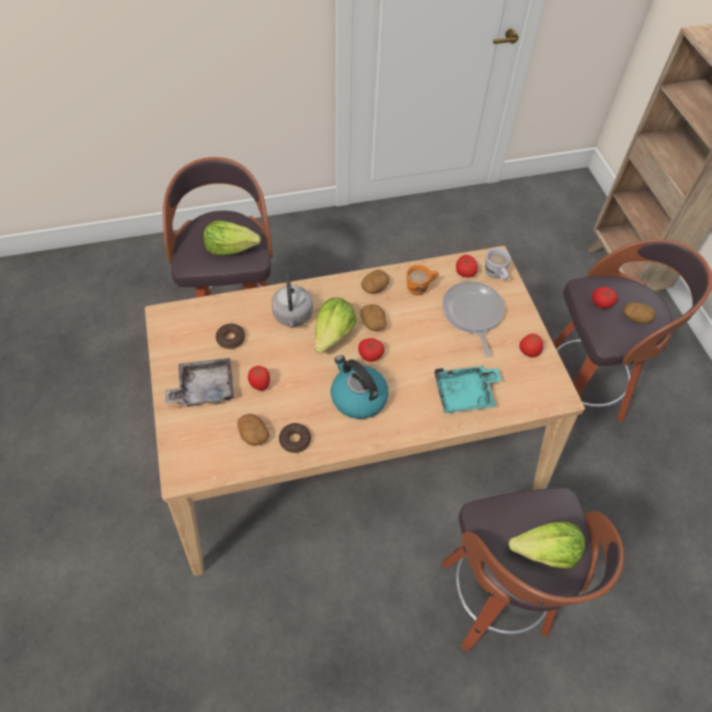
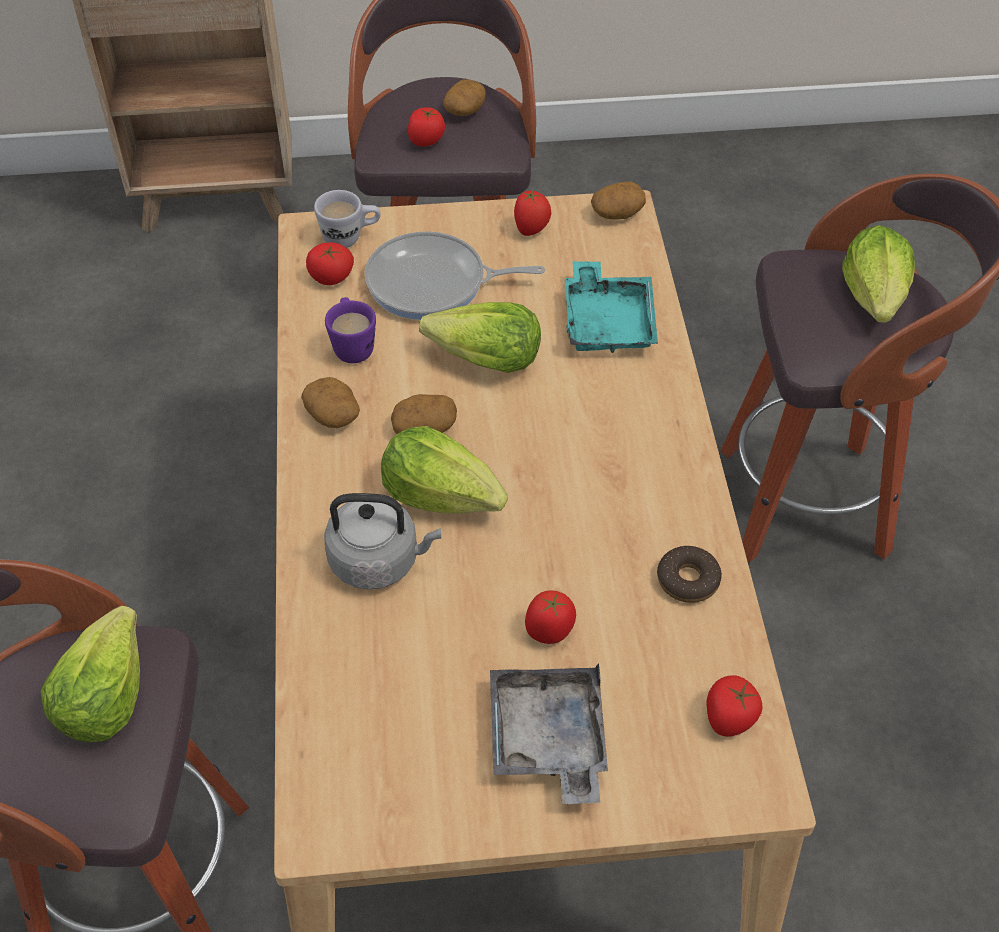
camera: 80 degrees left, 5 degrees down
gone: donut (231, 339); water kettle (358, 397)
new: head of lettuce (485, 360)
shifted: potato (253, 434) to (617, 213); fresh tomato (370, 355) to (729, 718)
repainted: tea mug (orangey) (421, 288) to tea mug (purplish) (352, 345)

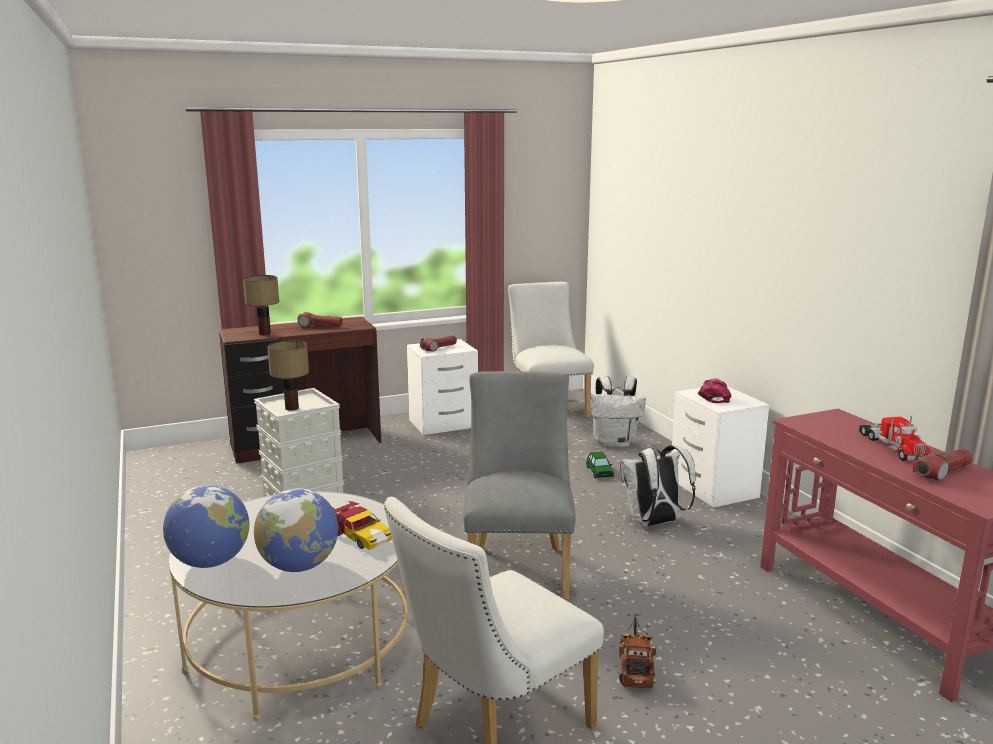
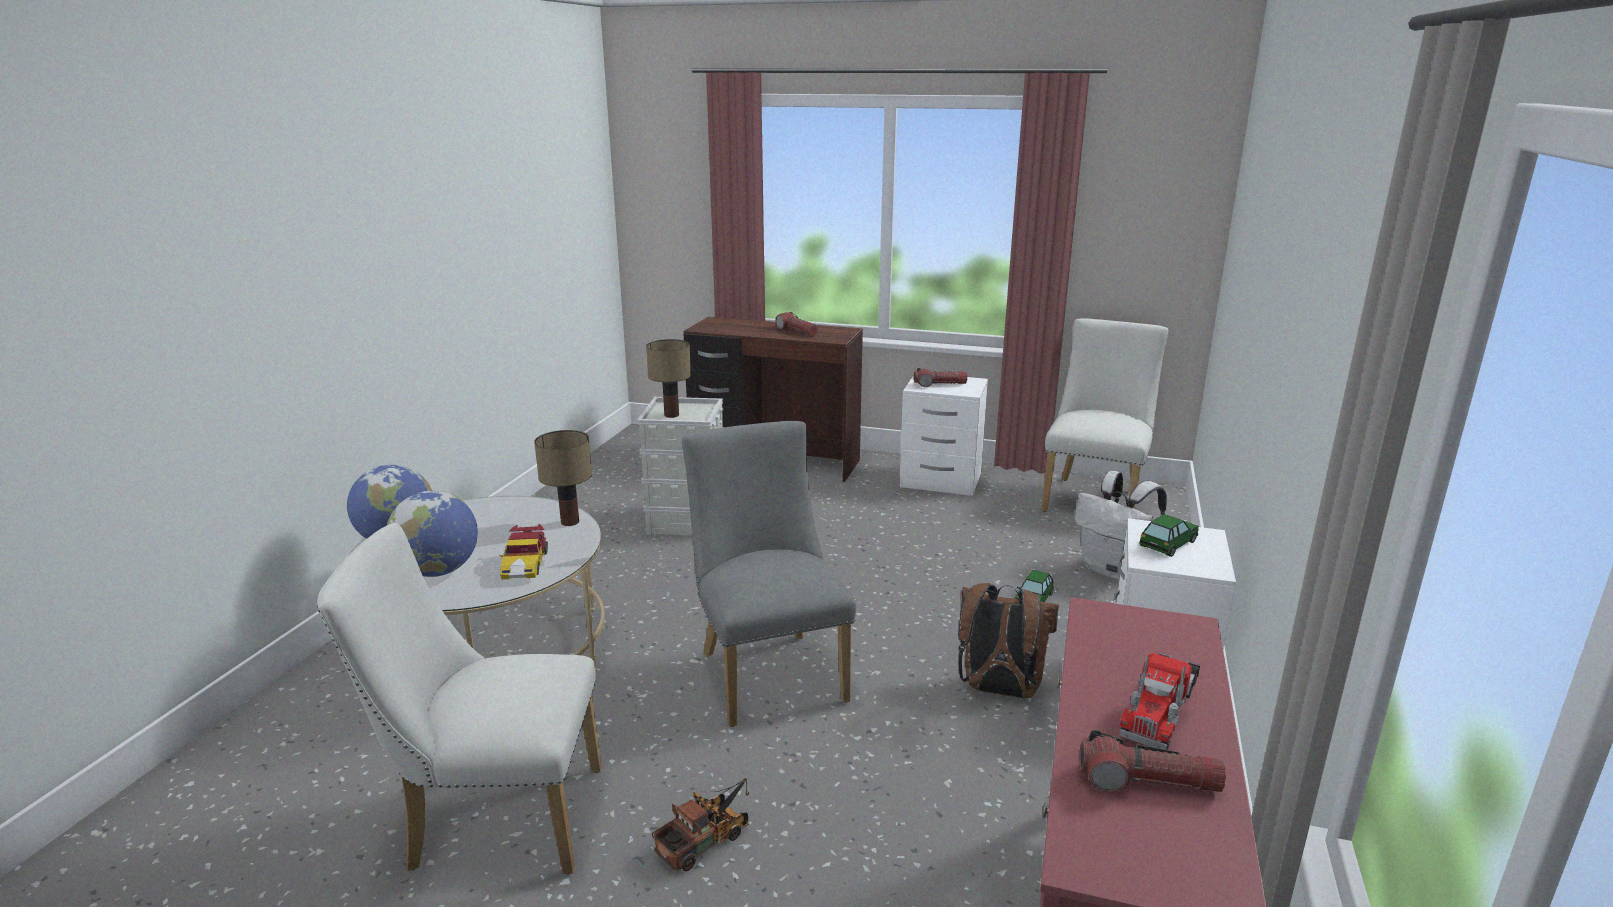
camera: 40 degrees right, 5 degrees up
shifted: lamp for a table (265, 334) to (570, 522)
swapped: cap (pink) (714, 397) to model car (1168, 543)
repainted: knapsack (whitish) (654, 523) to knapsack (brown-coloured) (998, 690)
rotated: upright chair (greyish) (518, 567) = (768, 670) 60 degrees counterclockwise

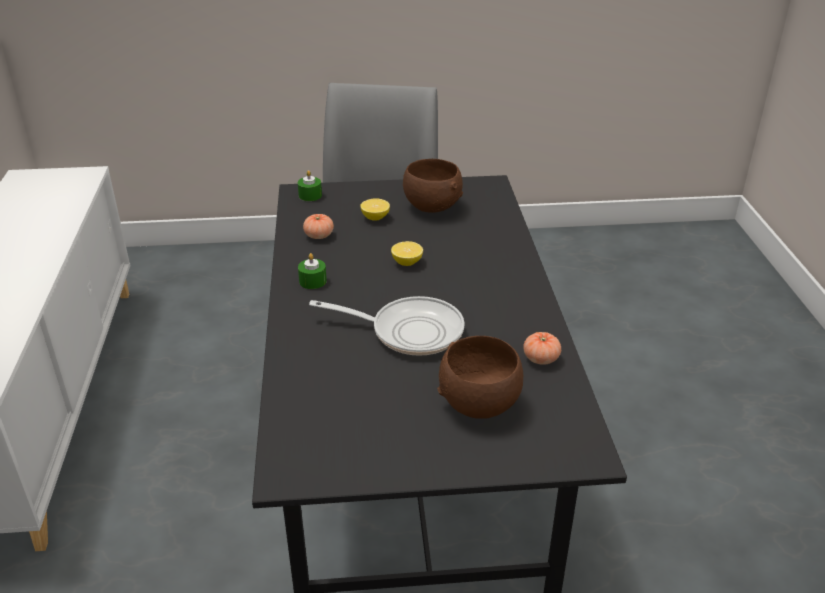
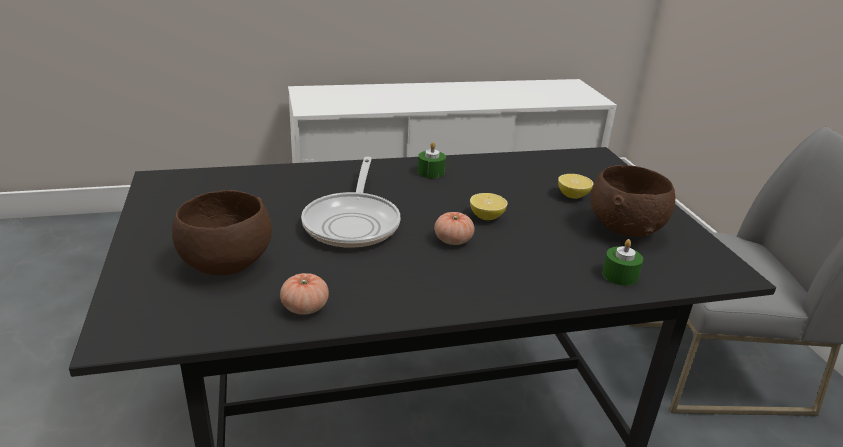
camera: 80 degrees right, 5 degrees down
shifted: wax candle (green-coloured) (310, 195) to (620, 275); fresh tomato (319, 235) to (453, 240)

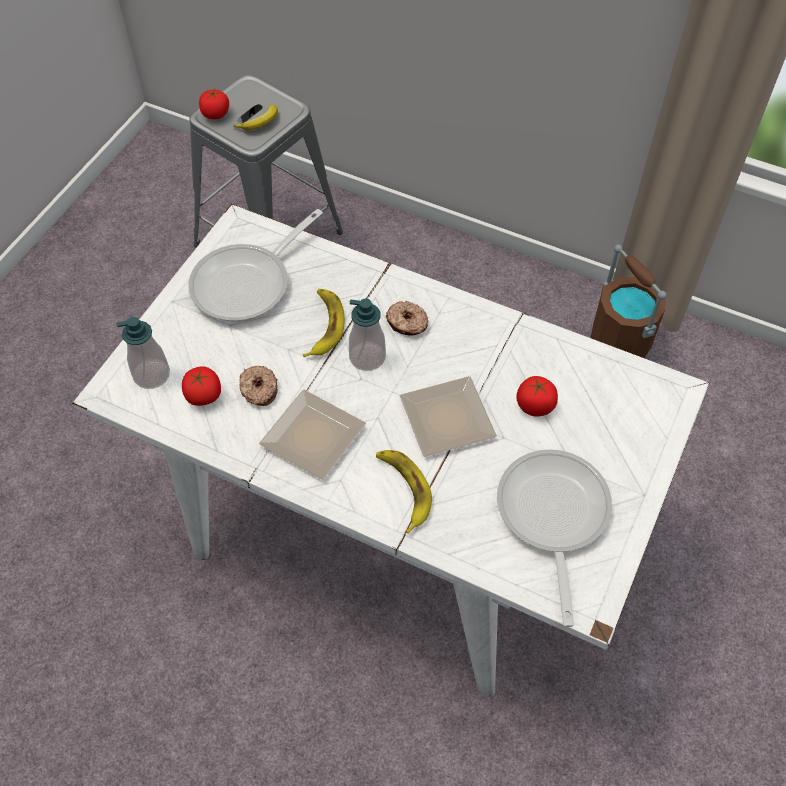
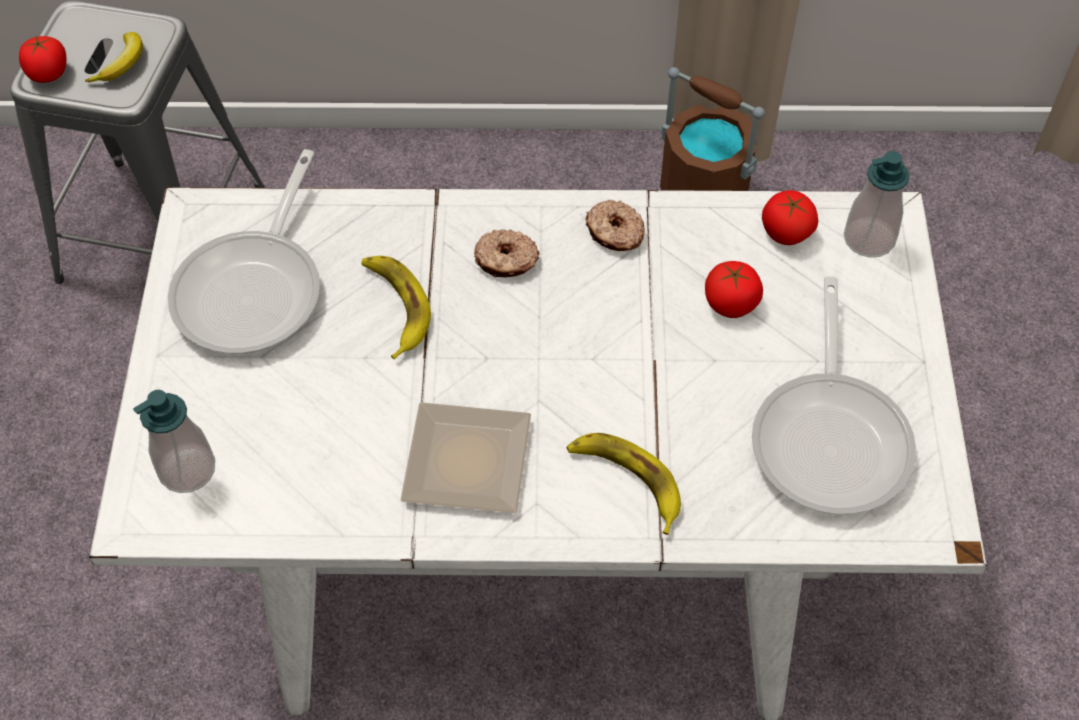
camera: 25 degrees left, 0 degrees up
gone: flat dish (450, 421)
shifted: fresh tomato (203, 395) to (786, 232); donut (258, 390) to (615, 233); liquid soap bottle (367, 357) to (869, 239)
rotated: frying pan (552, 517) = (831, 436) 150 degrees counterclockwise

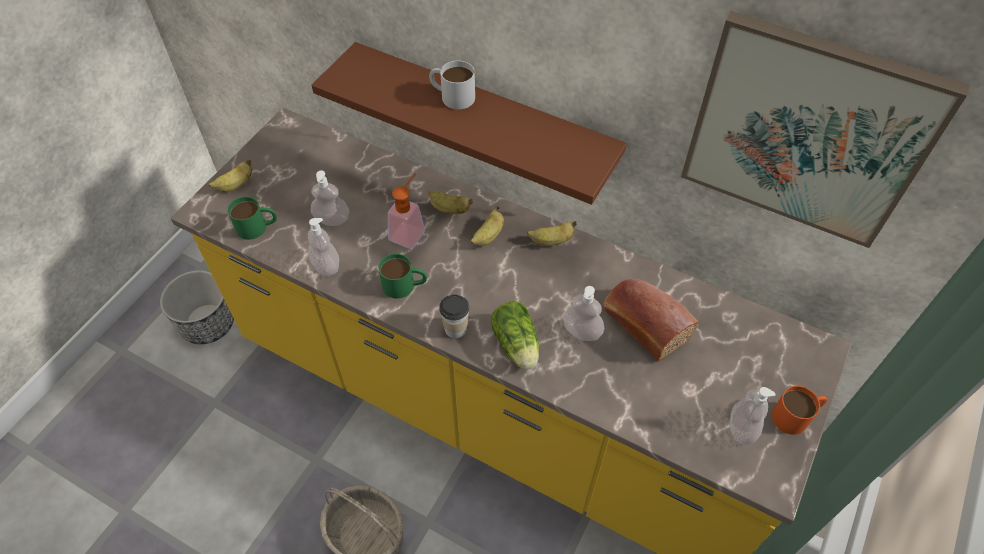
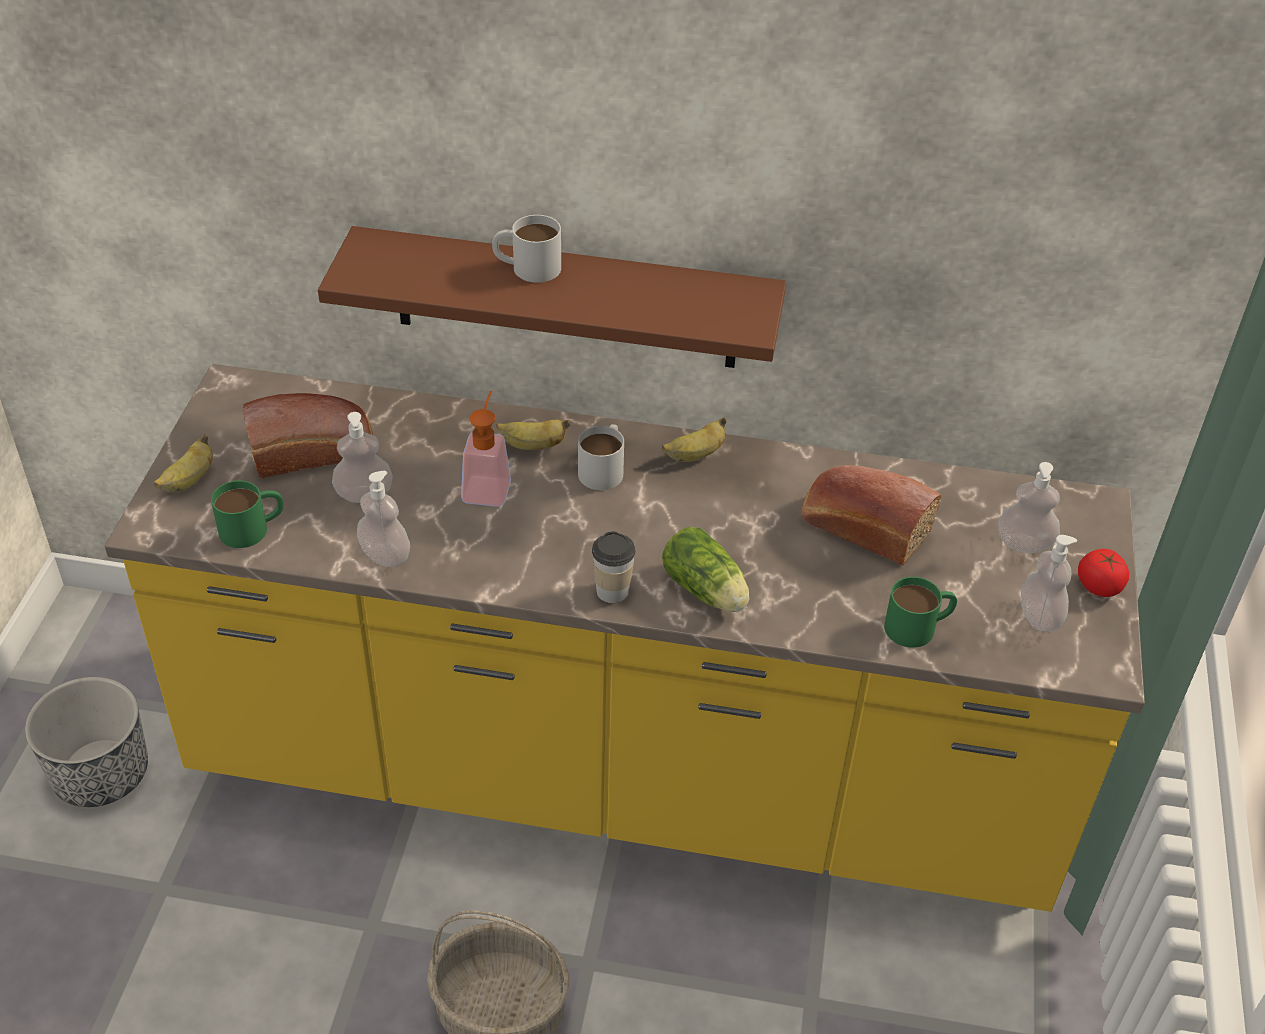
camera: 20 degrees left, 10 degrees down
gone: picture (807, 132)
new: baked bread (314, 451)
shifted: tea mug (green-coloured) (405, 285) to (919, 626); liquid soap bottle (582, 331) to (1024, 544)
swapped: banana fruit (488, 236) to tea mug (whitish) (604, 468); tea mug (orangey) (796, 416) to fresh tomato (1099, 586)

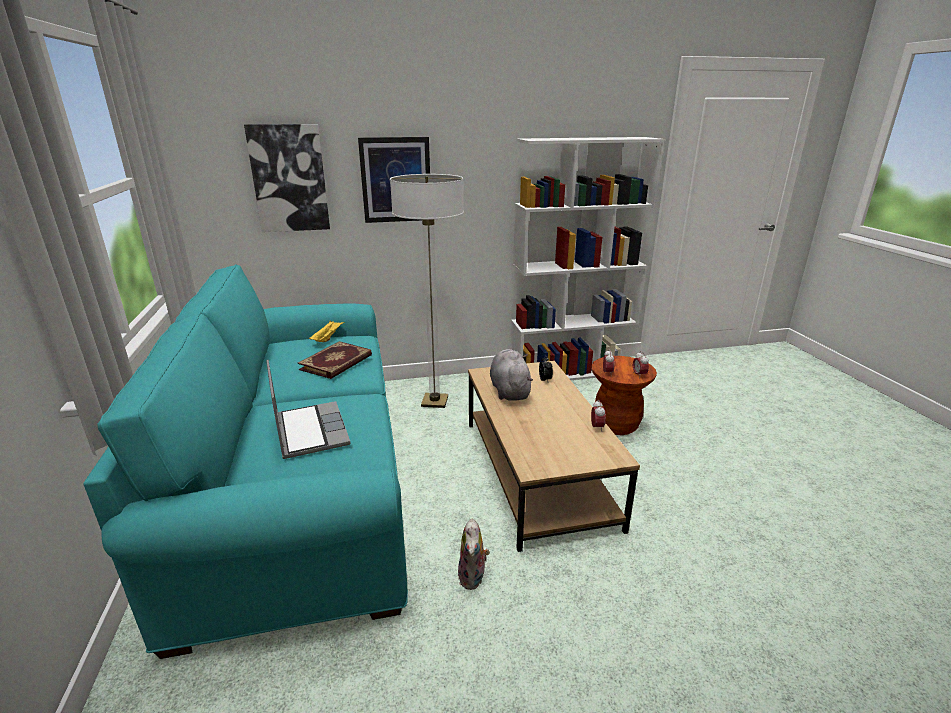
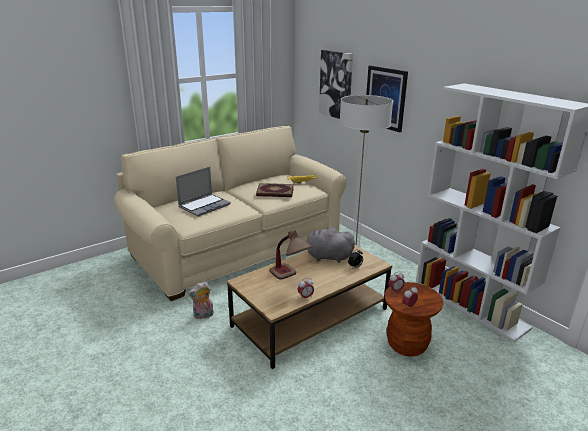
camera: 65 degrees right, 0 degrees up
new: lamp for a table (290, 278)
repainted: sofa (blue-green) (302, 490) to sofa (sand-coloured) (237, 248)
rotated: cuddly toy (greyish) (509, 390) = (326, 257) 135 degrees counterclockwise

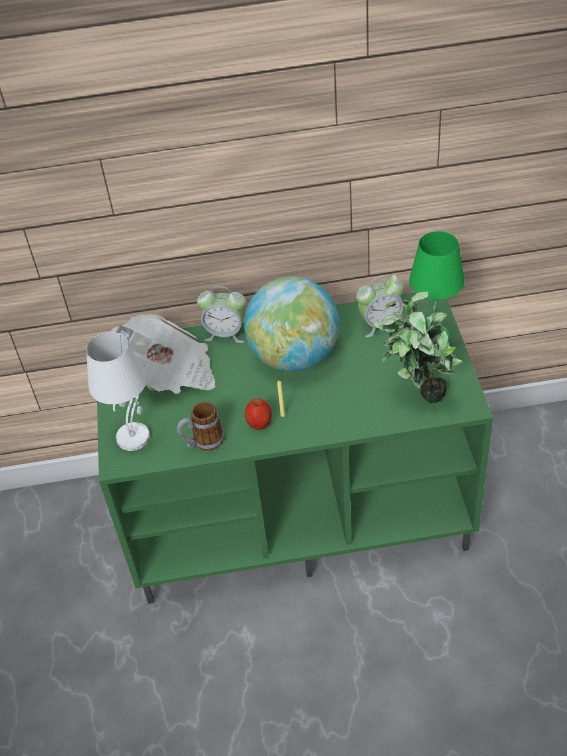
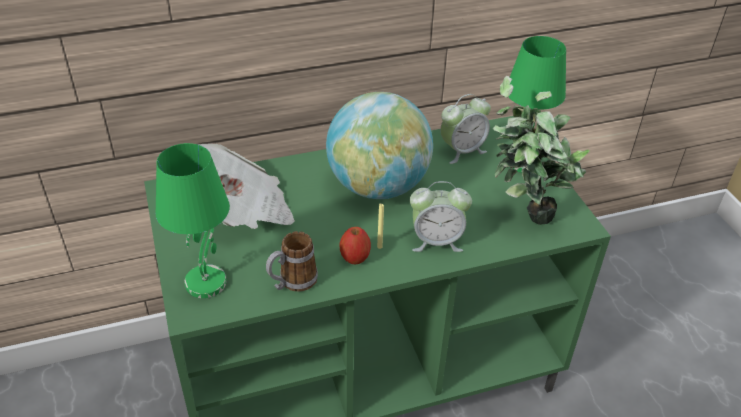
camera: 15 degrees left, 5 degrees down
shifted: table clock (226, 333) to (436, 241)
repainted: lamp for a table (whitish) (133, 437) to lamp for a table (green-coloured) (206, 282)

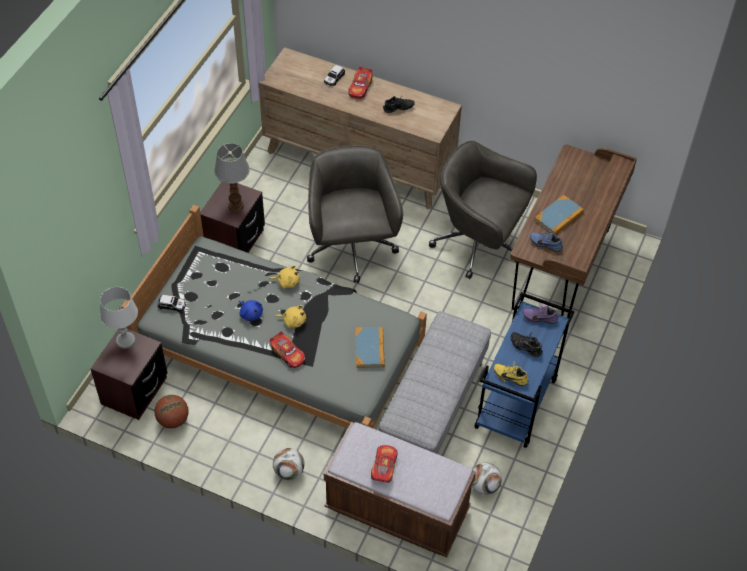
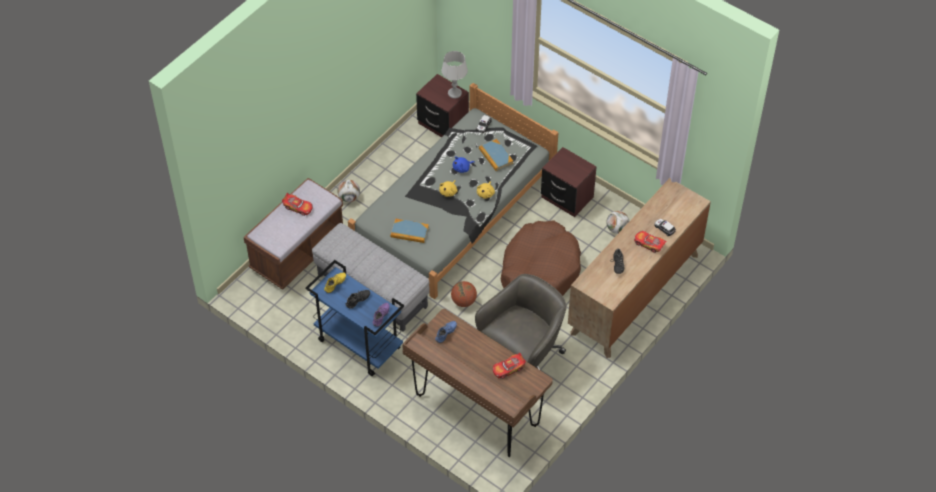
camera: 105 degrees right, 0 degrees up
gone: lamp for a table (235, 206)
shifted: basketball ball (173, 420) to (463, 301); model car (288, 354) to (508, 369); football ball (484, 486) to (617, 229); bound book (558, 217) to (495, 156)
swapped: office chair (greyish) (351, 249) to dog bed (brown-coloured) (539, 270)

